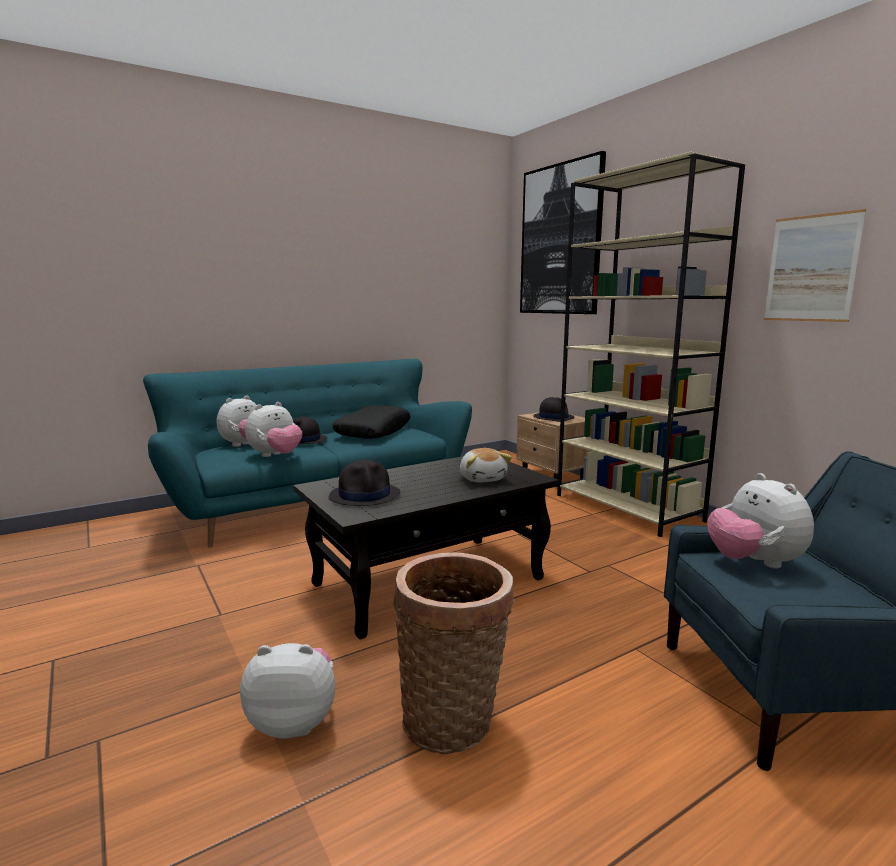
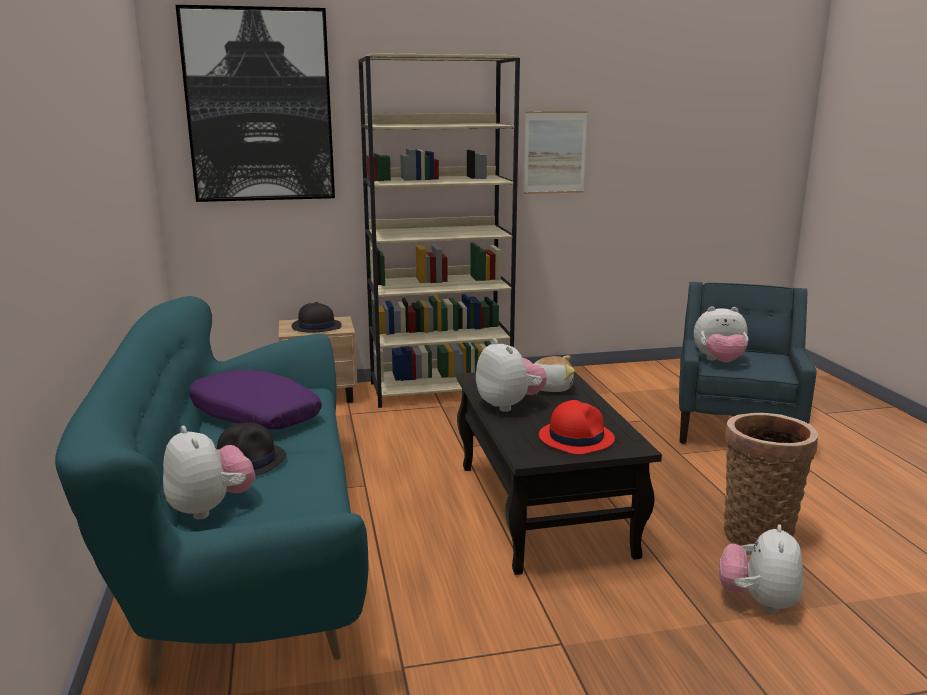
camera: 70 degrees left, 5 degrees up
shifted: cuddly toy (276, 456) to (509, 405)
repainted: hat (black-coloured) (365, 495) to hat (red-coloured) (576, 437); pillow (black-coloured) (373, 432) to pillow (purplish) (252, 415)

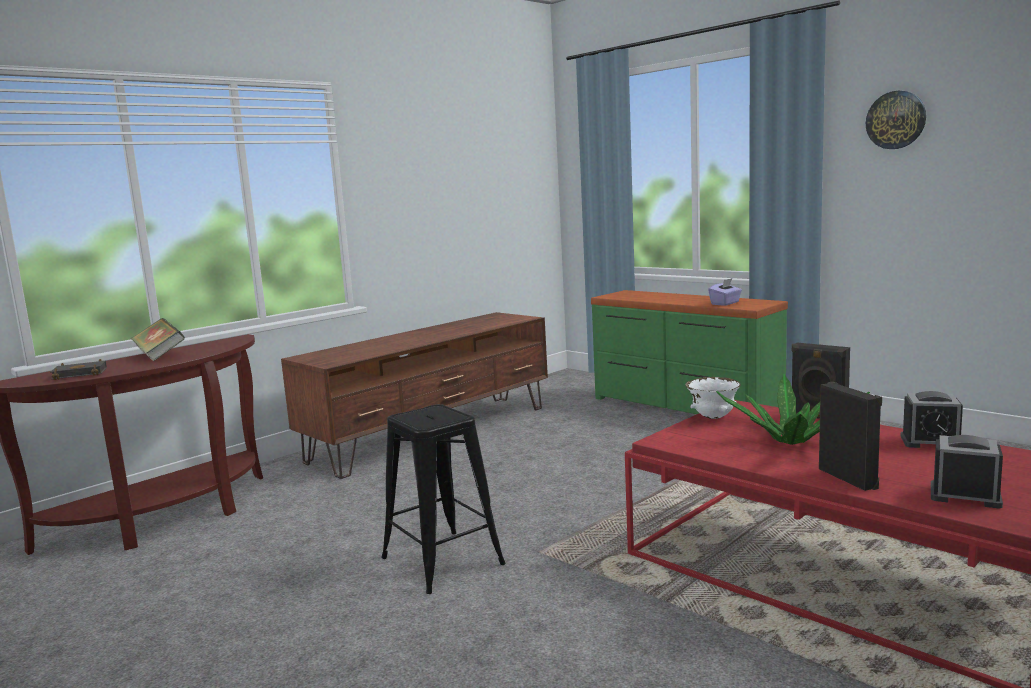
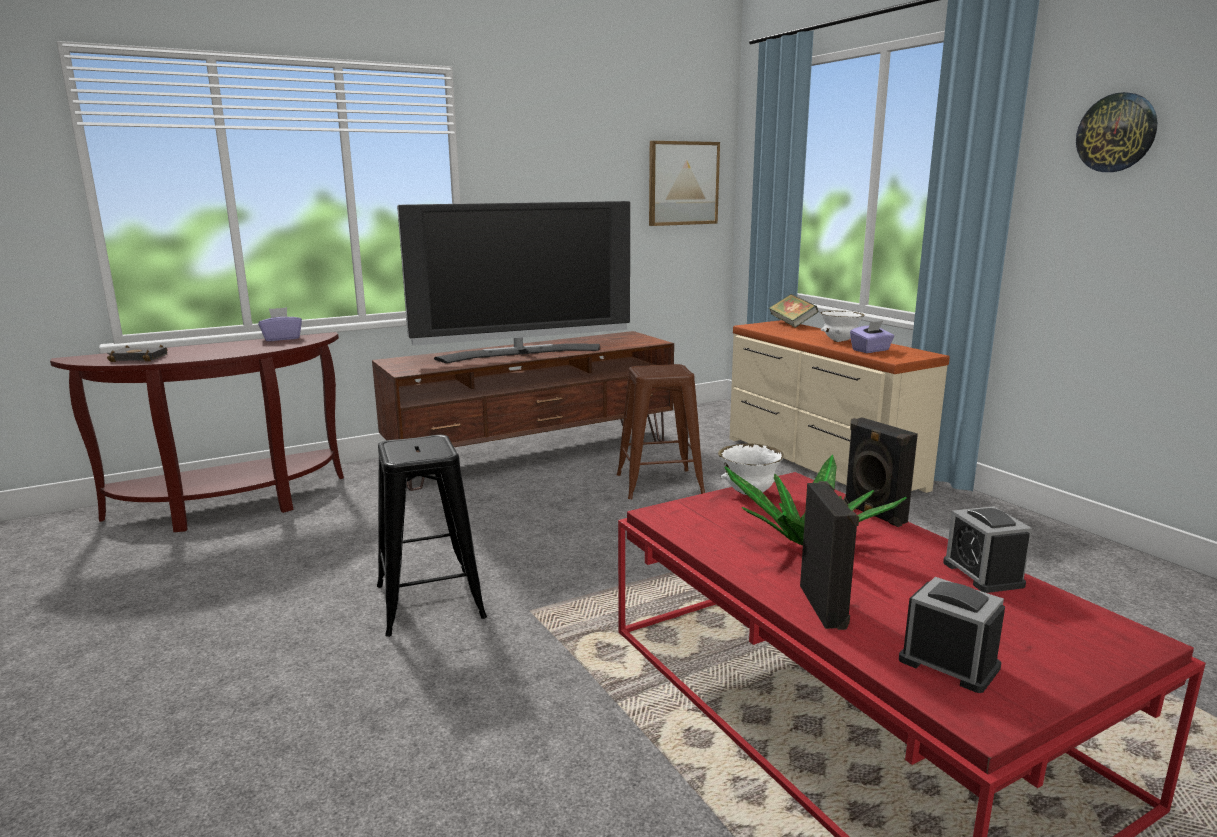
camera: 15 degrees right, 5 degrees up
new: tissue box (purplish) (281, 338); television (521, 353); stool seat (brown-coloured) (659, 484); picture (683, 183); deep dish (whitish) (839, 341)
shifted: bound book (160, 356) to (792, 324)
repainted: dresser (green-coloured) (683, 406) to dresser (sand-coloured) (819, 463)
rotated: table clock (931, 442) = (982, 574) 45 degrees clockwise

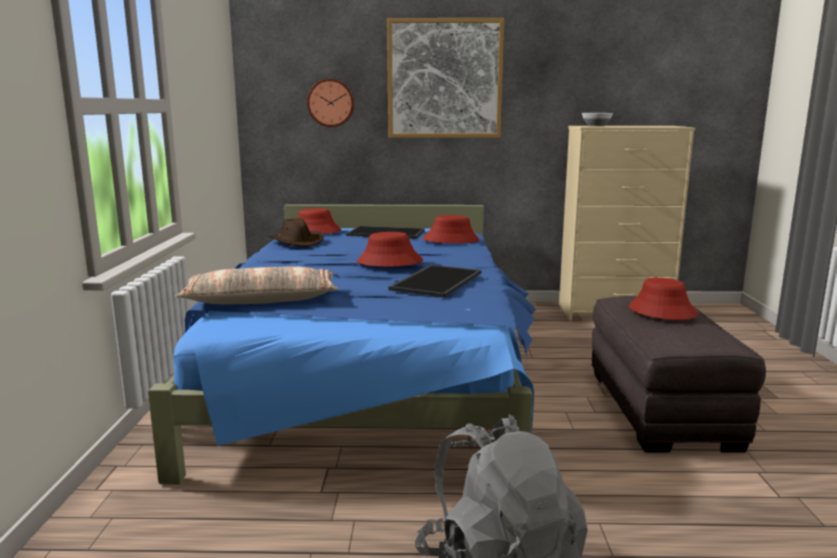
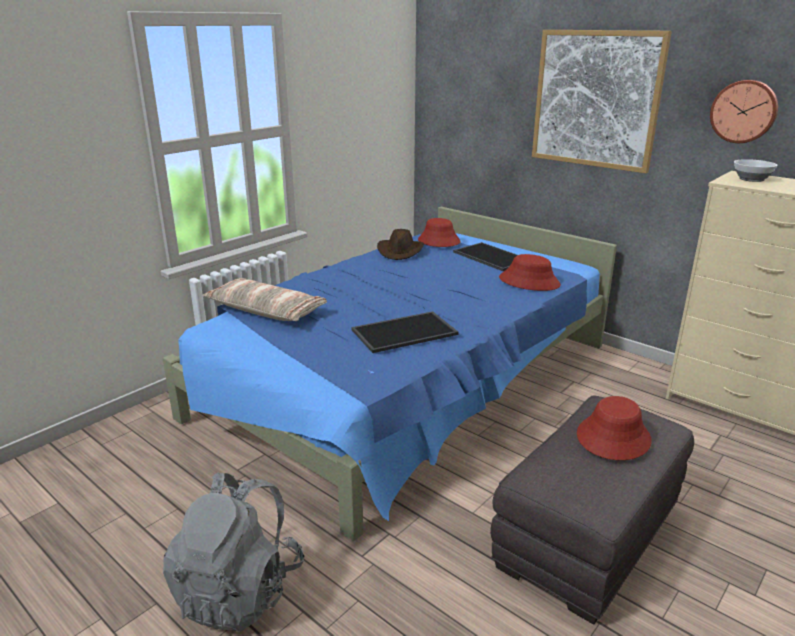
camera: 40 degrees right, 10 degrees up
gone: hat (red-coloured) (389, 262)
shifted: wall clock (331, 103) to (744, 111)

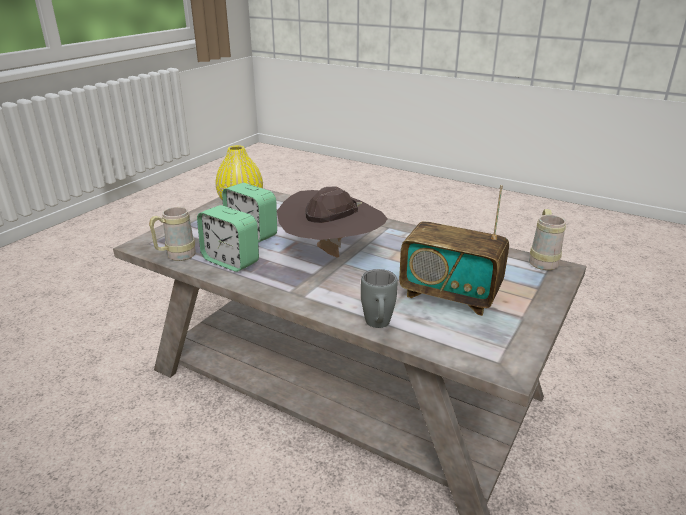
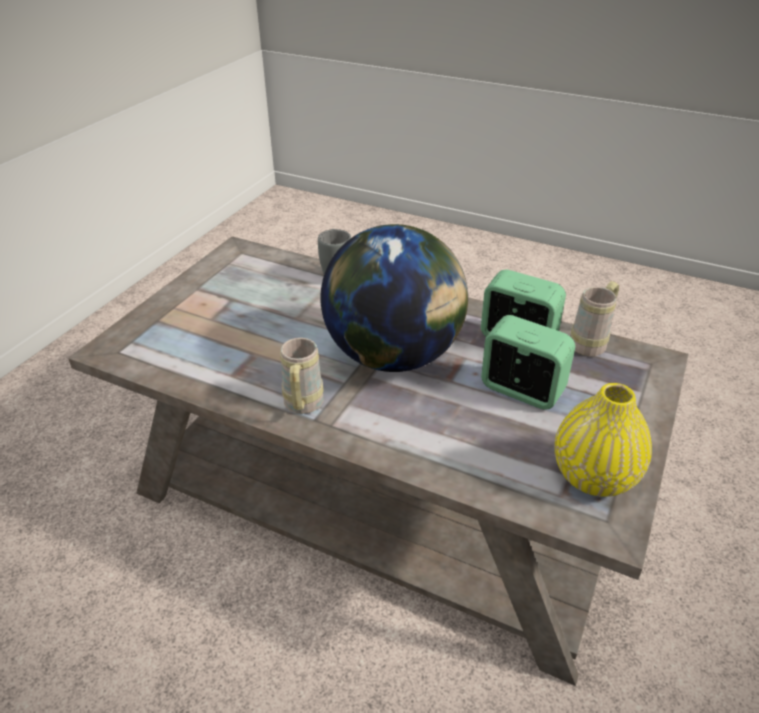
camera: 175 degrees right, 10 degrees up
gone: radio set (450, 295)
shifted: tea mug (sand-coloured) (542, 260) to (302, 407)
swapped: hat (brown-coloured) (331, 255) to globe (394, 355)

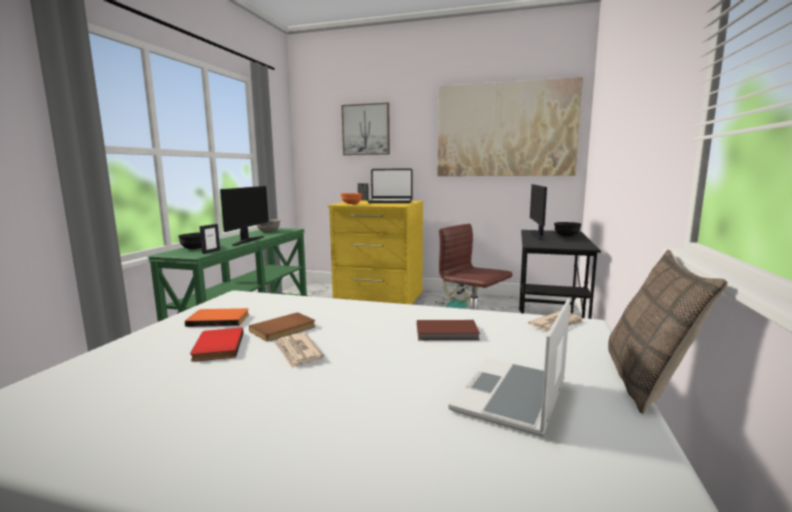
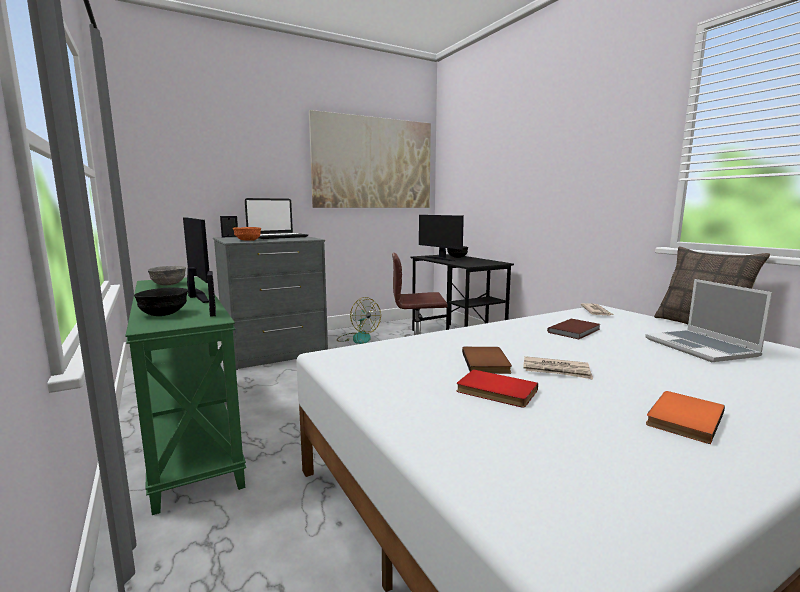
camera: 45 degrees left, 0 degrees up
gone: picture (366, 129)
shifted: bound book (orangey) (219, 319) to (681, 418)
repainted: dresser (yellowish) (379, 298) to dresser (greyish) (274, 350)

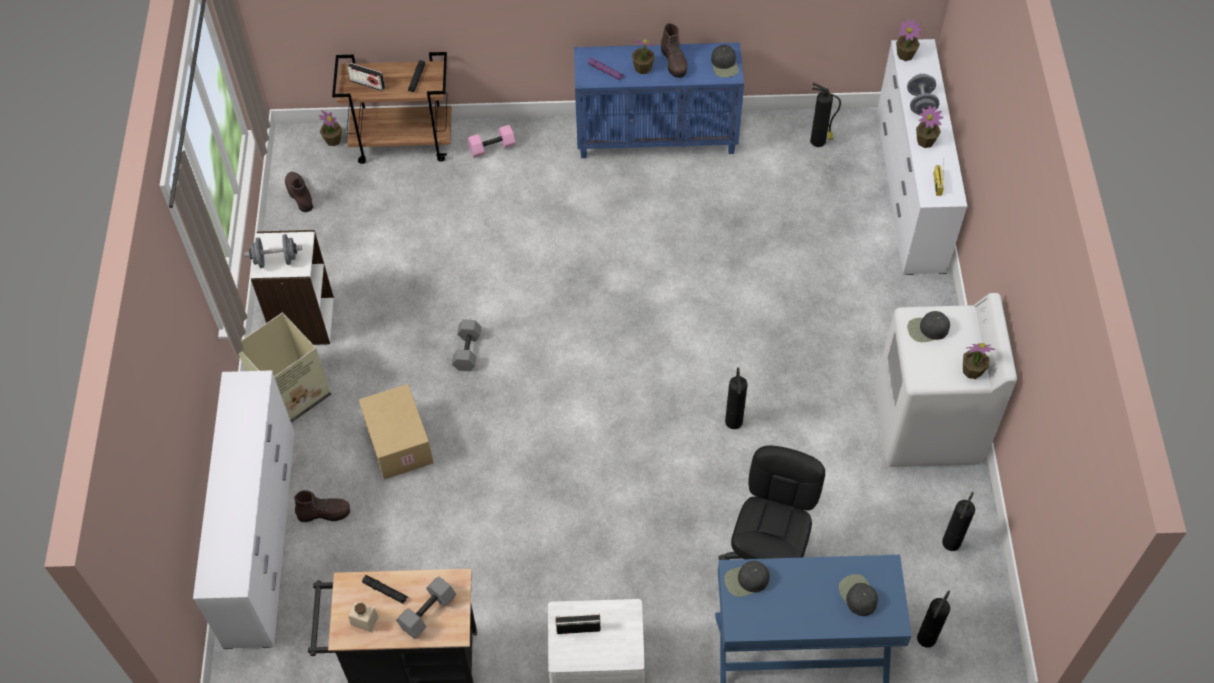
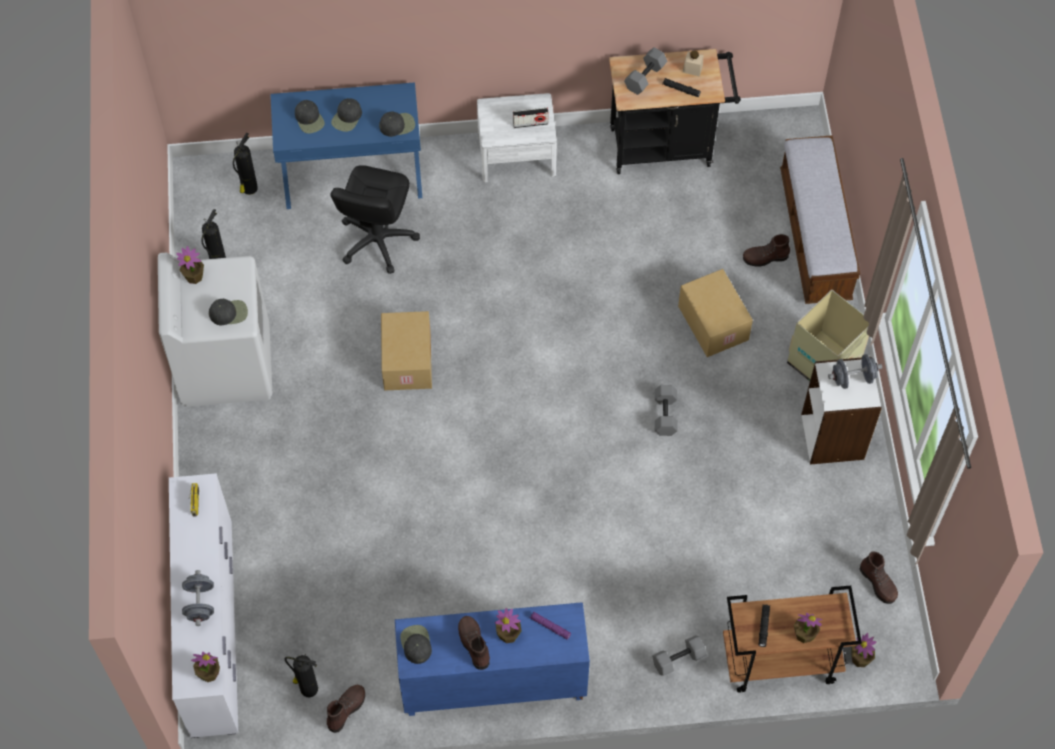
camera: 175 degrees right, 5 degrees up
gone: radio set (367, 84)
new: high-top boot (brown-coloured) (346, 709); cap (black-coloured) (347, 117)
shifted: potted plant (925, 141) to (804, 634)
swapped: dresser (whitish) (261, 536) to bench (814, 236); fire-fighting cylinder (733, 420) to packing box (406, 360)
repainted: dumbbell (pink) (492, 146) to dumbbell (greyish) (678, 660)

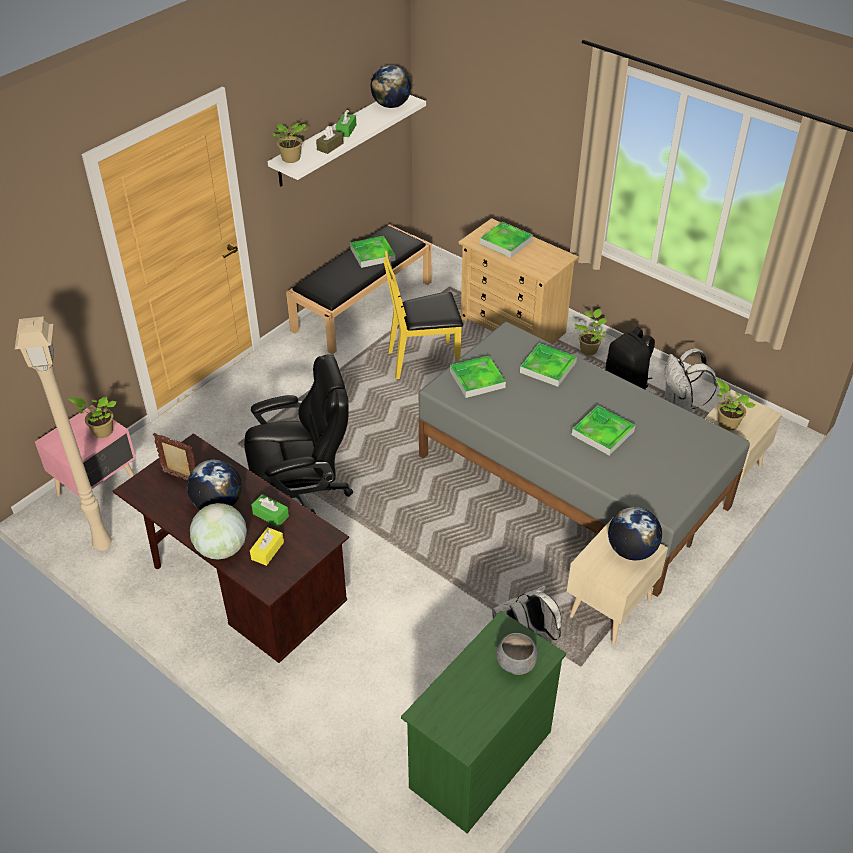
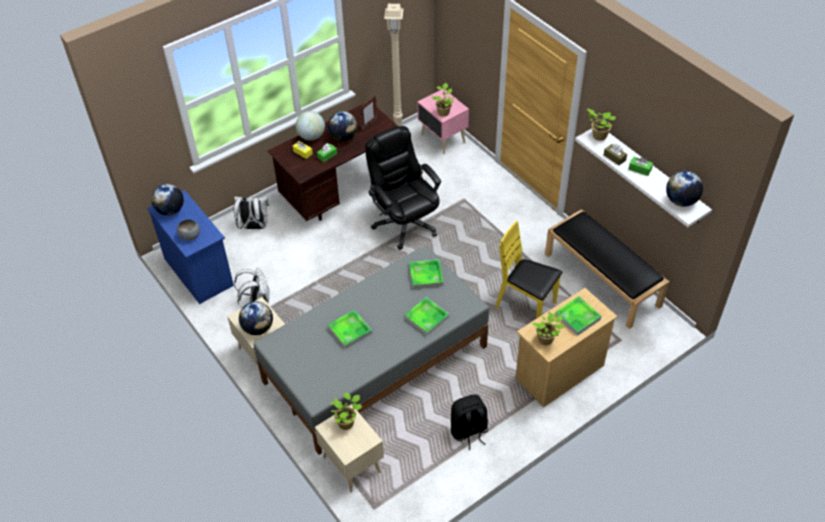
camera: 105 degrees right, 5 degrees up
gone: carrying tray (372, 254)
new: globe (170, 210)
shifted: potted plant (589, 349) to (546, 340); knapsack (whitish) (680, 405) to (254, 226)
repainted: dresser (green-coloured) (480, 759) to dresser (blue) (198, 271)
rotated: office chair (black-coloured) (302, 500) = (404, 223) 150 degrees clockwise; upright chair (yellowish) (424, 361) = (526, 306) 60 degrees counterclockwise

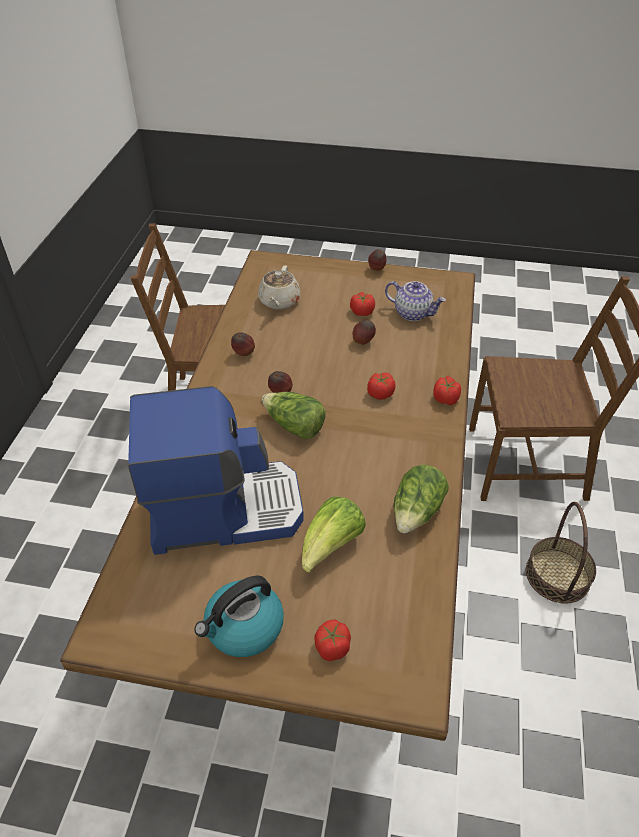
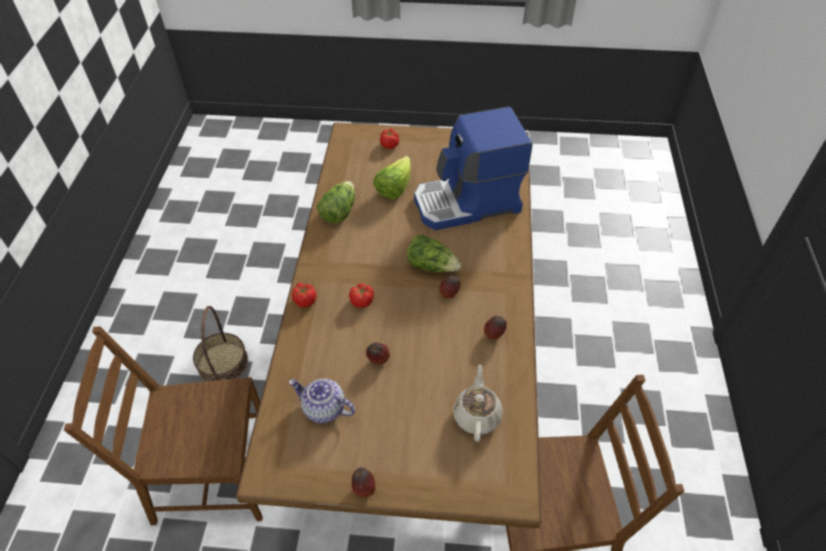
camera: 175 degrees right, 5 degrees up
gone: water kettle (243, 628); fresh tomato (362, 312)

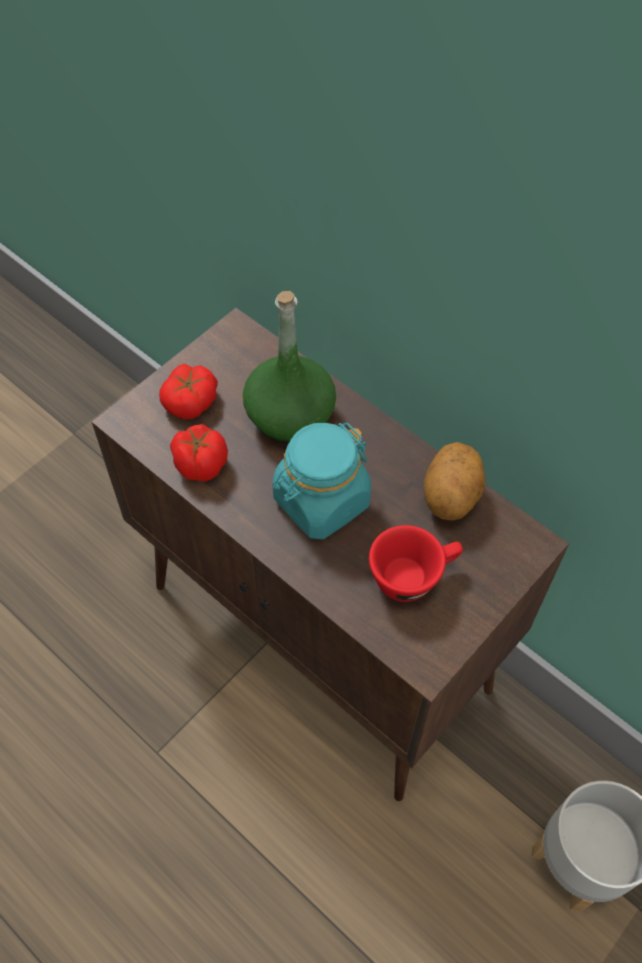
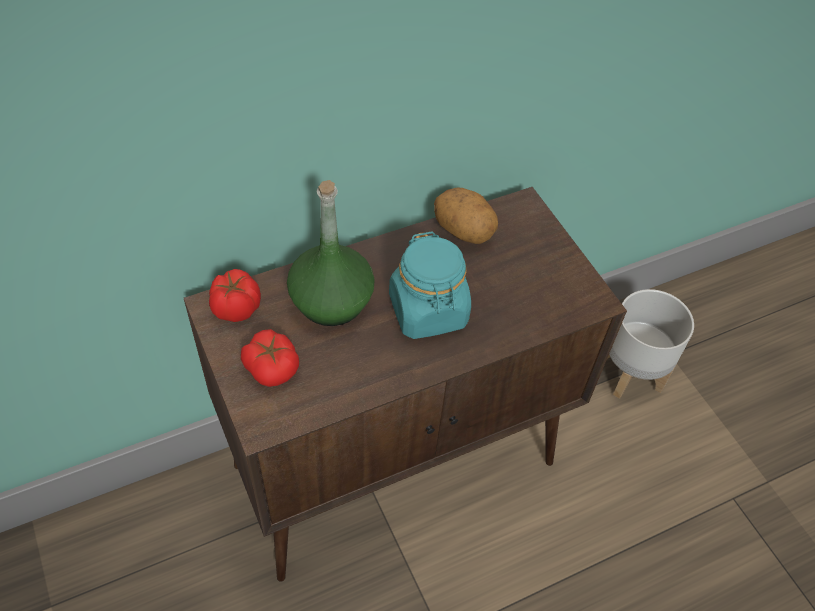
camera: 70 degrees left, 5 degrees down
gone: drinking cup (red-coloured) (413, 575)
shifted: fresh tomato (200, 464) to (235, 309)

